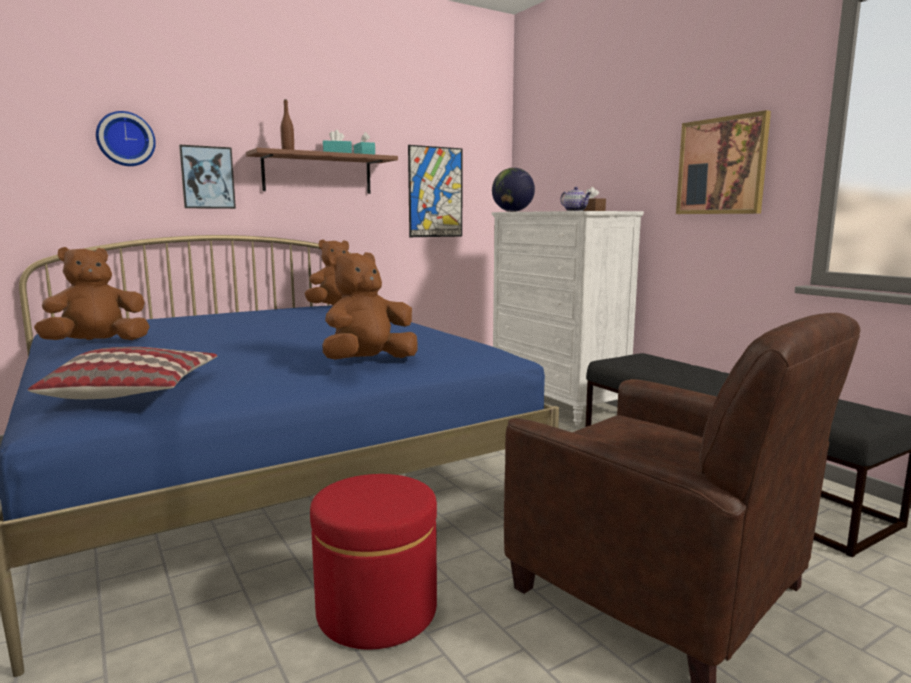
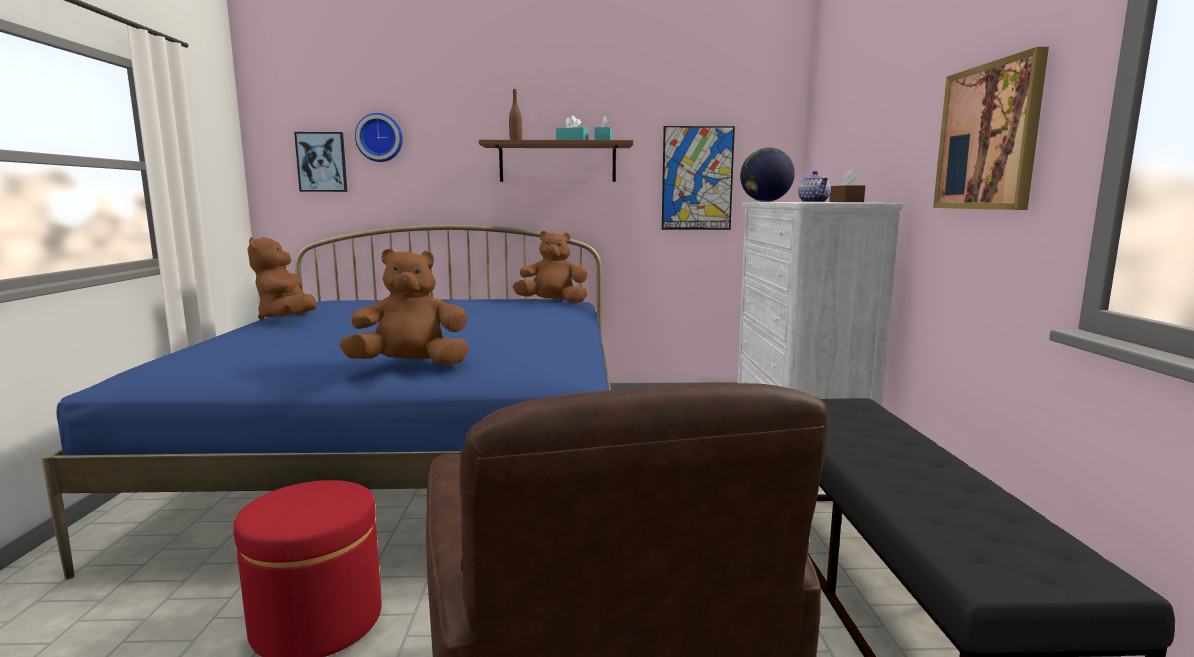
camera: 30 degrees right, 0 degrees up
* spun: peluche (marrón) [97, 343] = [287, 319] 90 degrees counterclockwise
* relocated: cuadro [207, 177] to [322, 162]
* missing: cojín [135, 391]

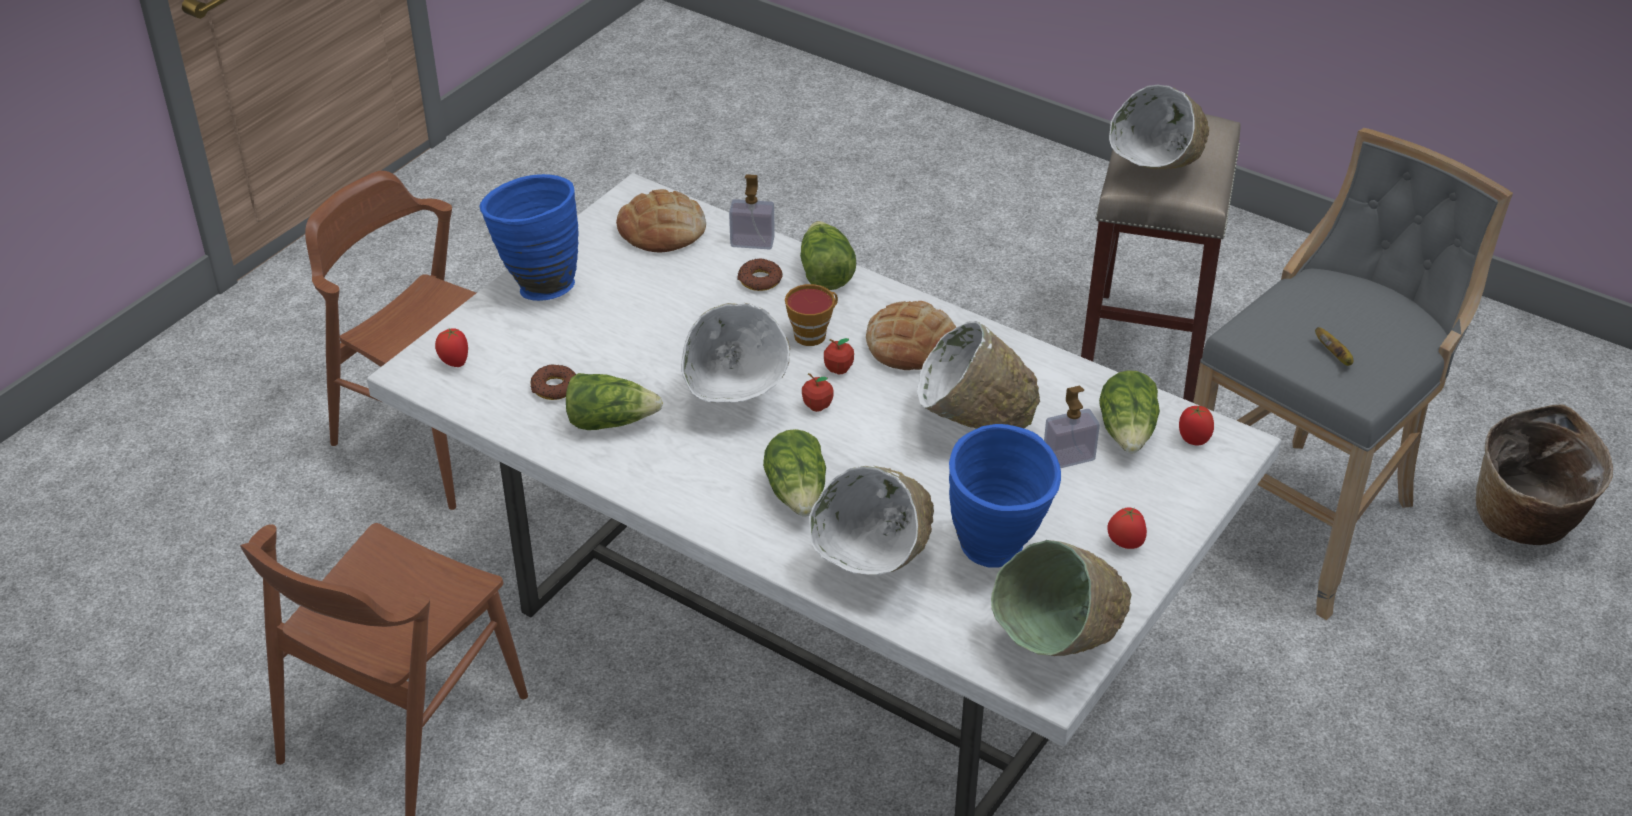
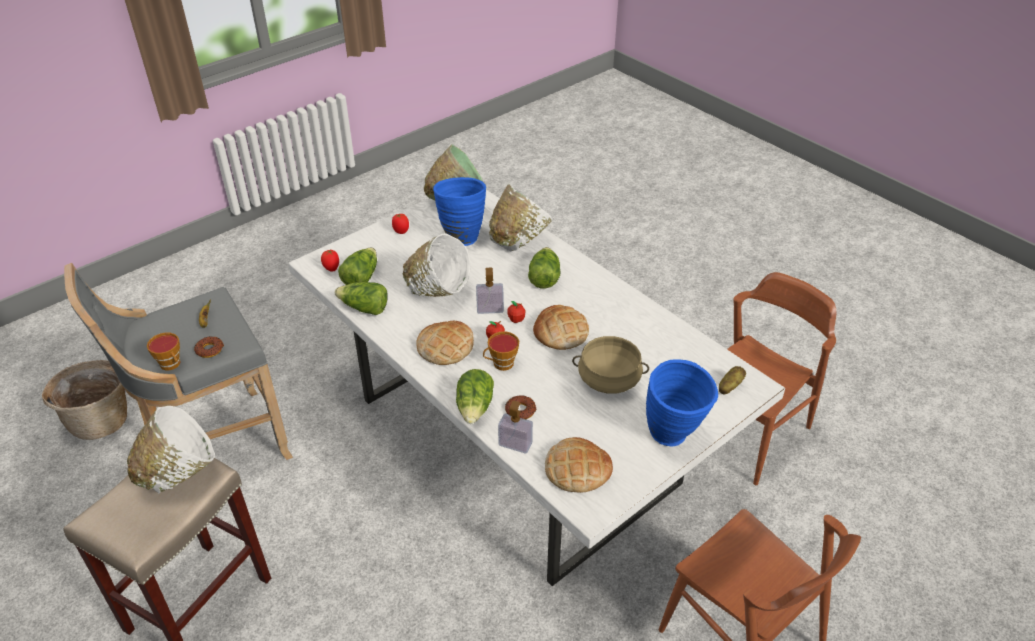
camera: 165 degrees left, 0 degrees up
* appeared: taza [172, 364]
* relocated: rosquilla [554, 387] to [209, 349]
* relocated: lechuga [610, 421] to [364, 308]
* relocated: dispensador de jabón [1068, 457] to [490, 309]
* exchanged: cuenco (blanco) [736, 398] to pan [560, 332]
* appeared: olla (beis) [608, 379]
* exchanged: tomate [454, 362] to patata [729, 386]

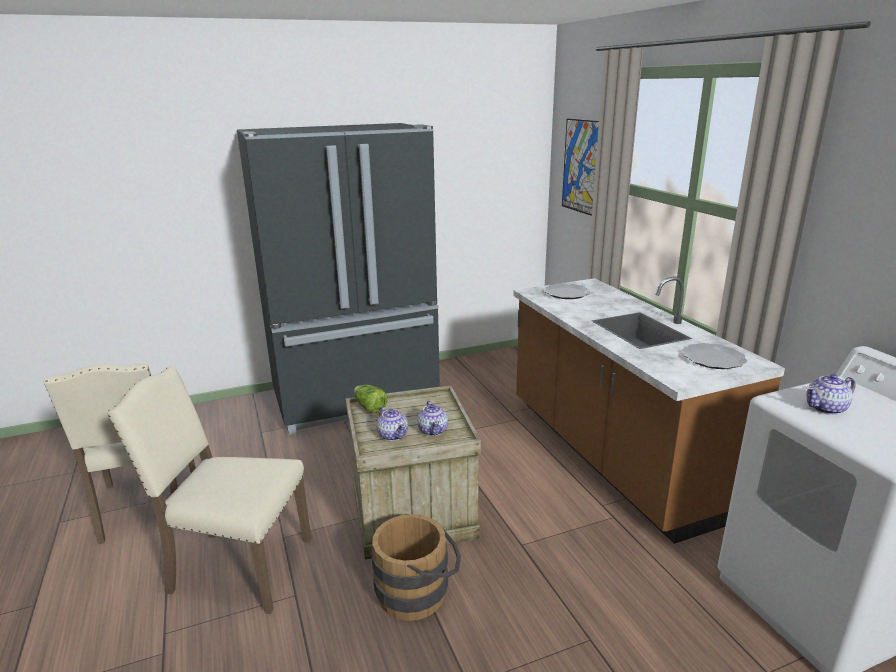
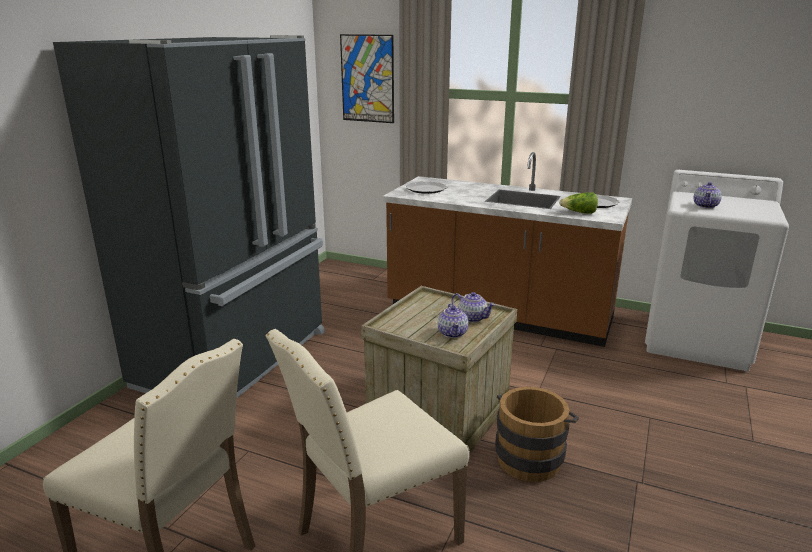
camera: 45 degrees left, 0 degrees up
* spun: tetera [393, 435] = [453, 333] 75 degrees clockwise
* relocated: lechuga [369, 407] to [579, 213]

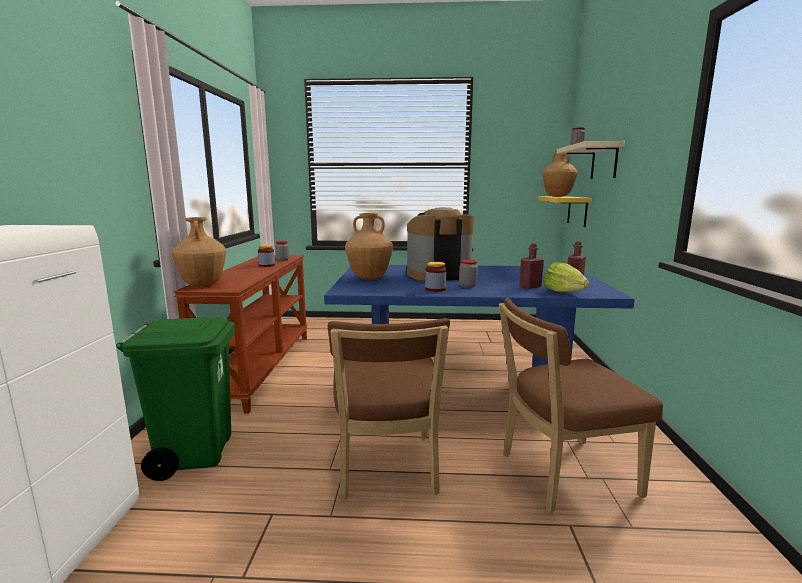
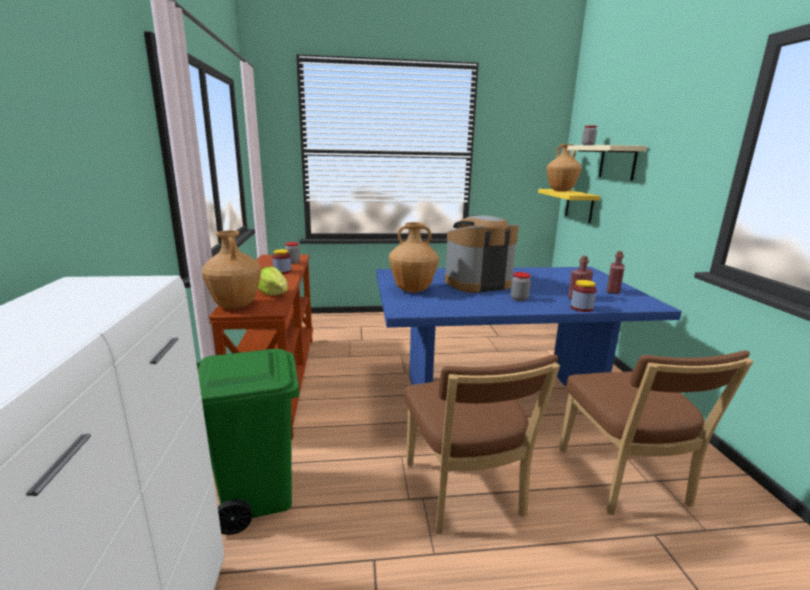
camera: 10 degrees left, 5 degrees up
* relocated: lechuga [563, 291] to [274, 294]
* spun: silla (marrón) [561, 474] = [625, 481] 75 degrees counterclockwise
* relocated: tarro [435, 289] to [581, 308]

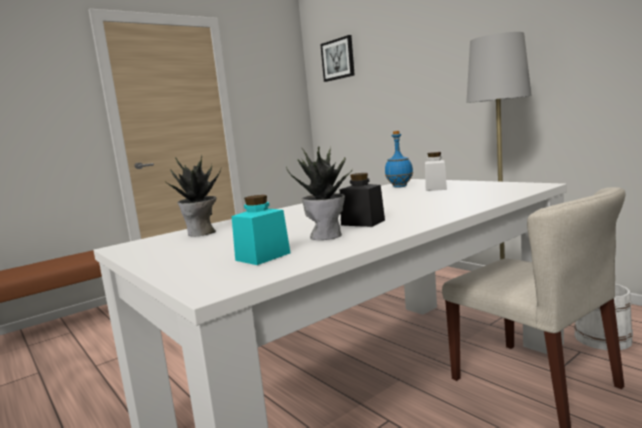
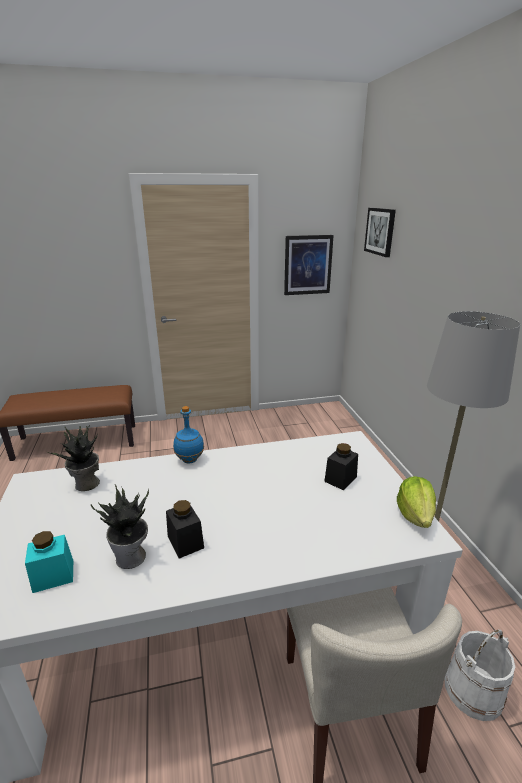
camera: 25 degrees right, 15 degrees up
* relocated: botella (azul) [400, 187] to [189, 460]
* appeared: cuadro [308, 265]
* colour: tarro (blanco) [436, 188] to tarro (negro) [340, 479]
* appeared: lechuga [415, 515]

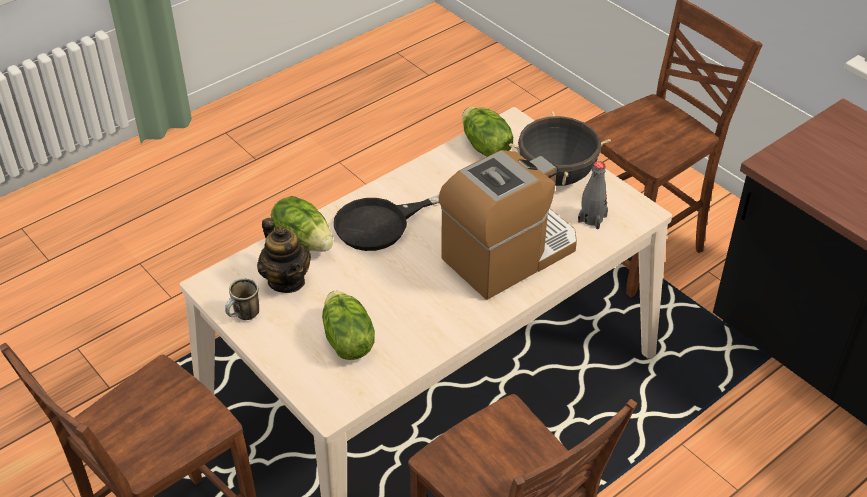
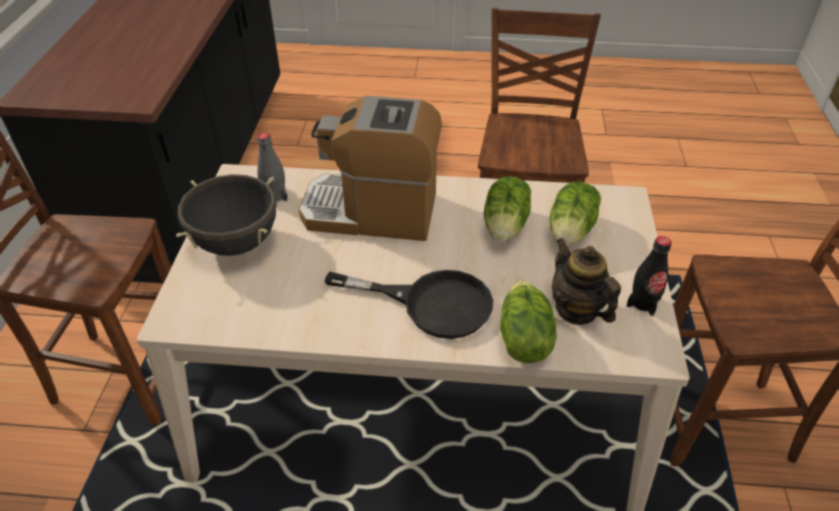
camera: 135 degrees left, 0 degrees up
* relocated: lechuga [485, 147] to [506, 226]
* spun: tetera [286, 280] = [576, 309] 45 degrees counterclockwise
* exchanged: taza grande [244, 316] to botella (negro) [643, 302]

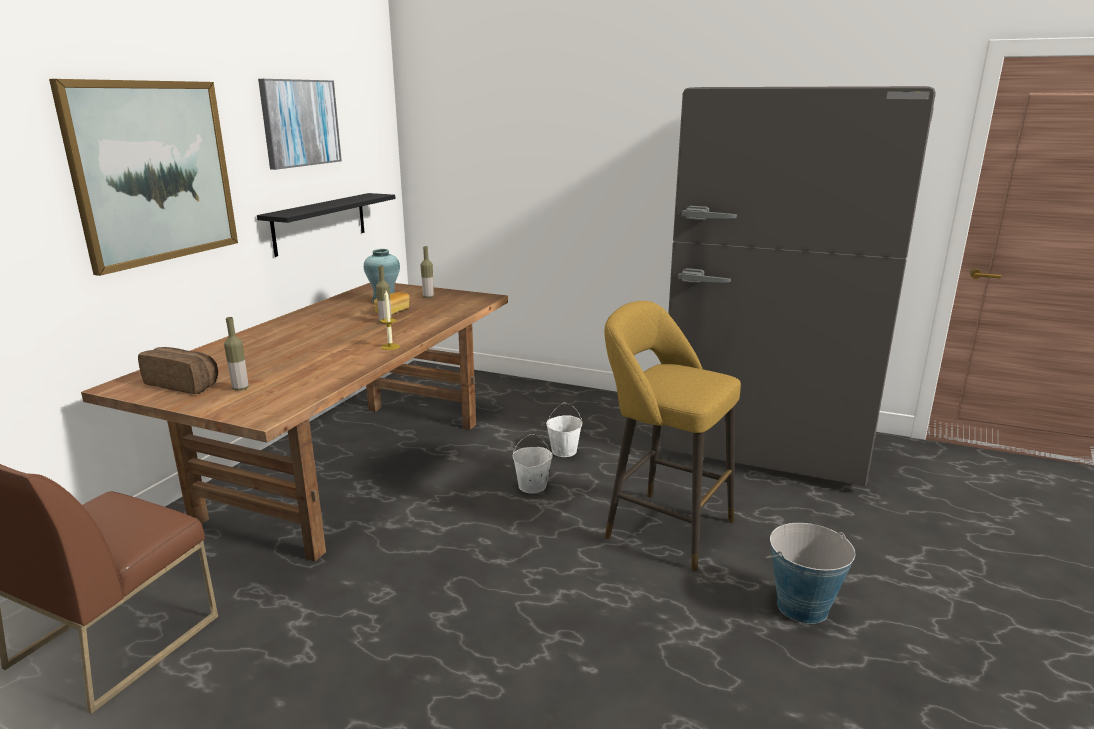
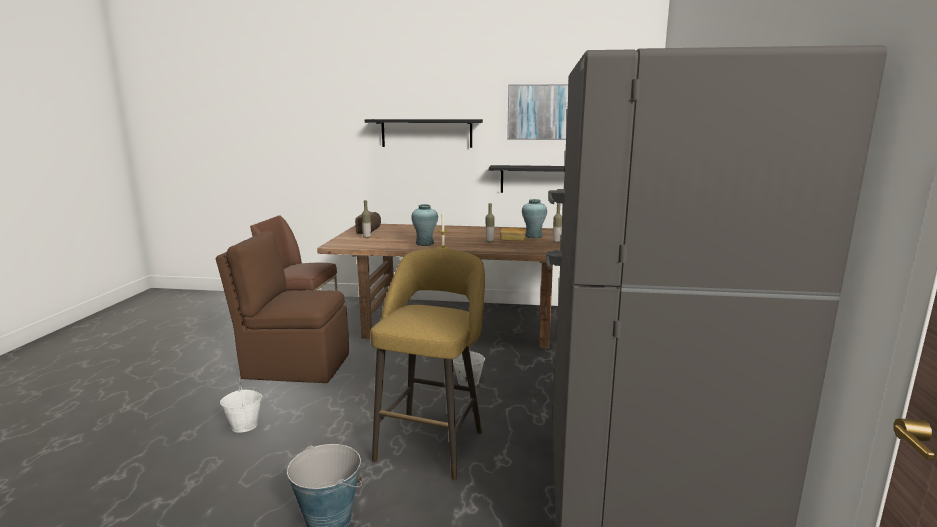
camera: 75 degrees right, 5 degrees down
* appeared: silla (marrón) [294, 366]
* relocated: cubo (blanco) [564, 451] to [244, 425]
* exchanged: cuadro [153, 172] to estante (negro) [426, 133]
* appeared: florero (turquesa) [425, 243]

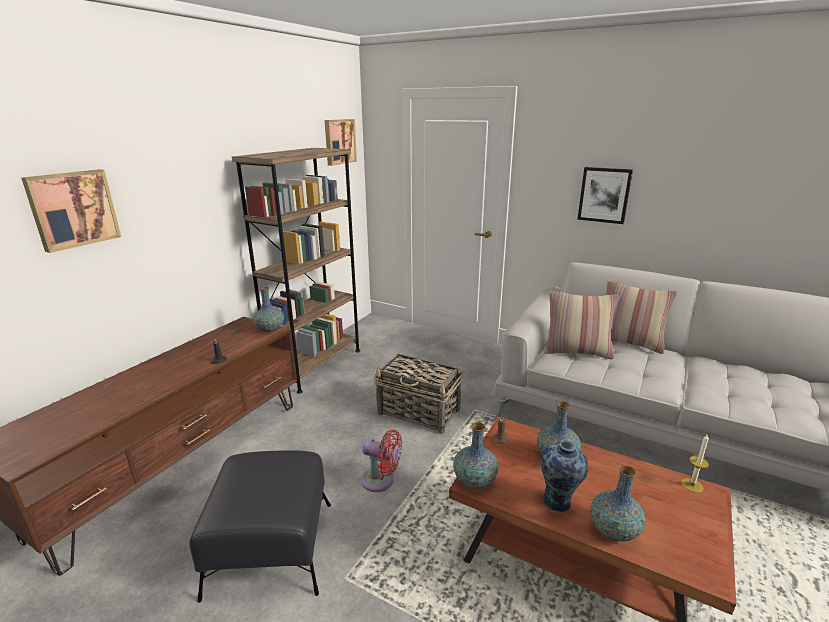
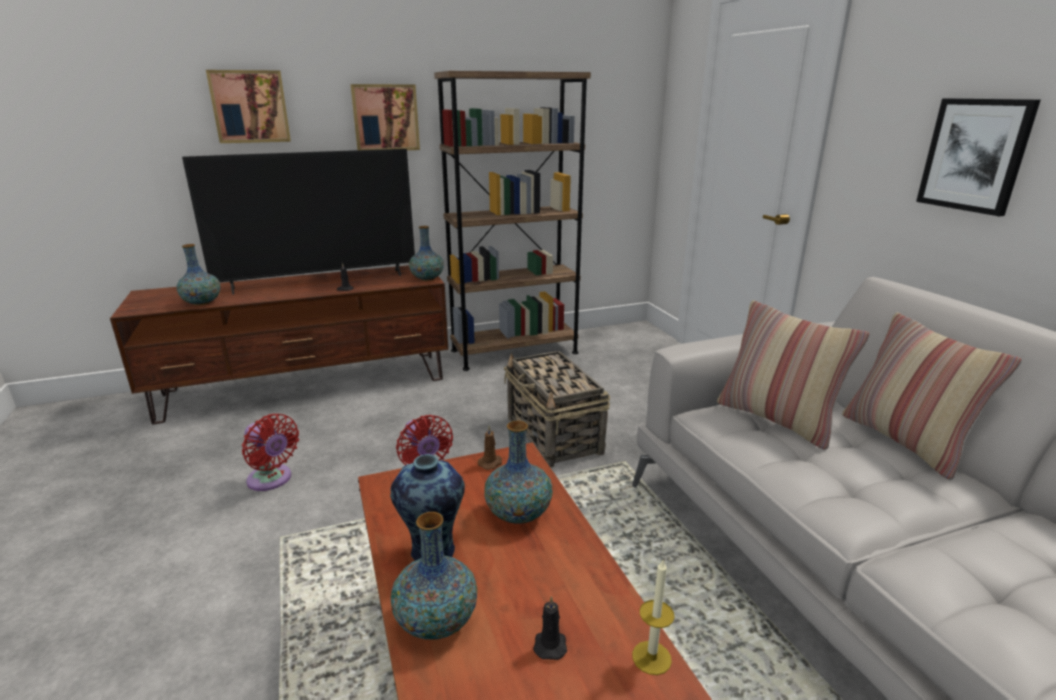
camera: 40 degrees right, 0 degrees up
* relocated: florero [474, 480] to [202, 303]
* appeared: televisor [319, 281]
* exchanged: puf (negro) [272, 547] to ventilador (rojo) [272, 480]
* relocated: cuadro [339, 141] to [385, 118]
* appeared: vela (negro) [550, 644]

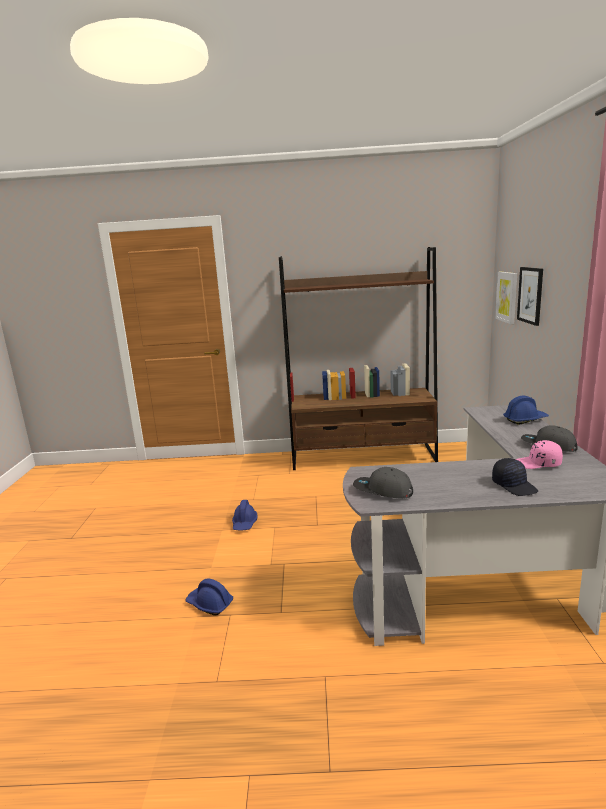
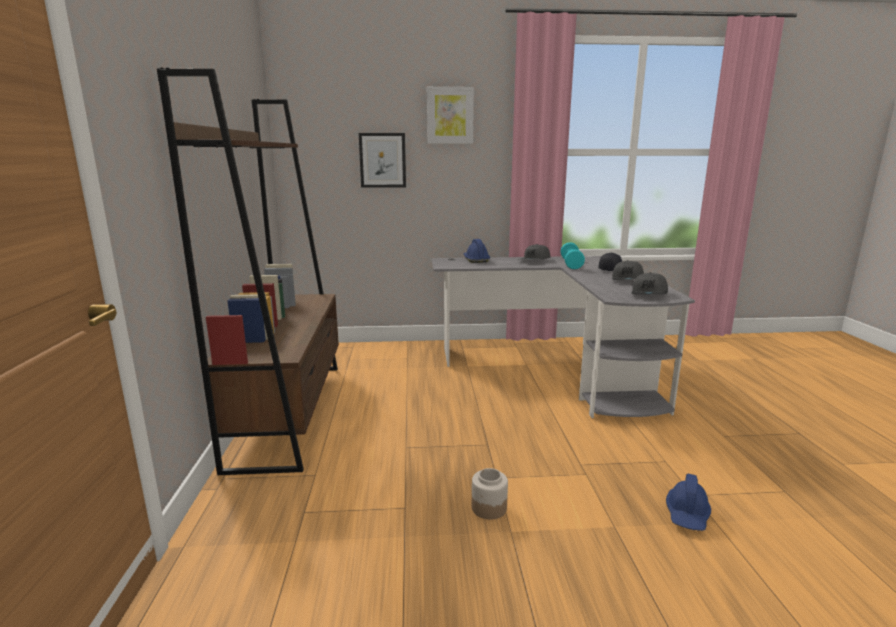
camera: 95 degrees left, 0 degrees up
* relocated: cuadro [507, 297] to [450, 115]
* exchanged: casco (azul) [245, 523] to tarro [488, 507]
* exchanged: gorra (rosa) [538, 464] to mancuerna (turquesa) [571, 264]
* appeared: gorra (gris) [628, 279]

